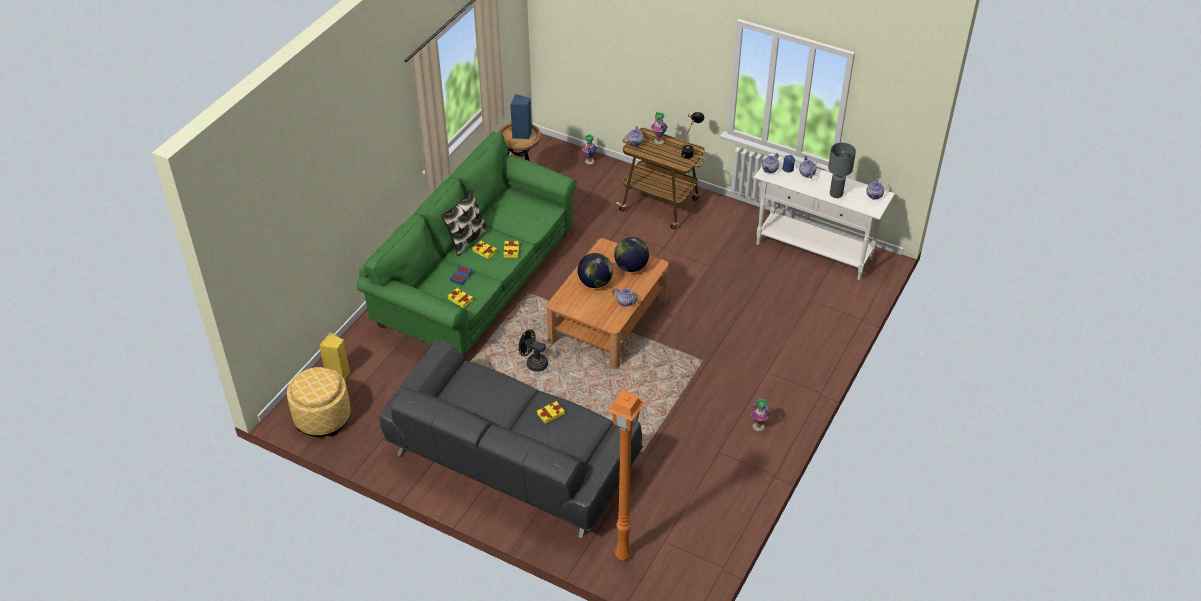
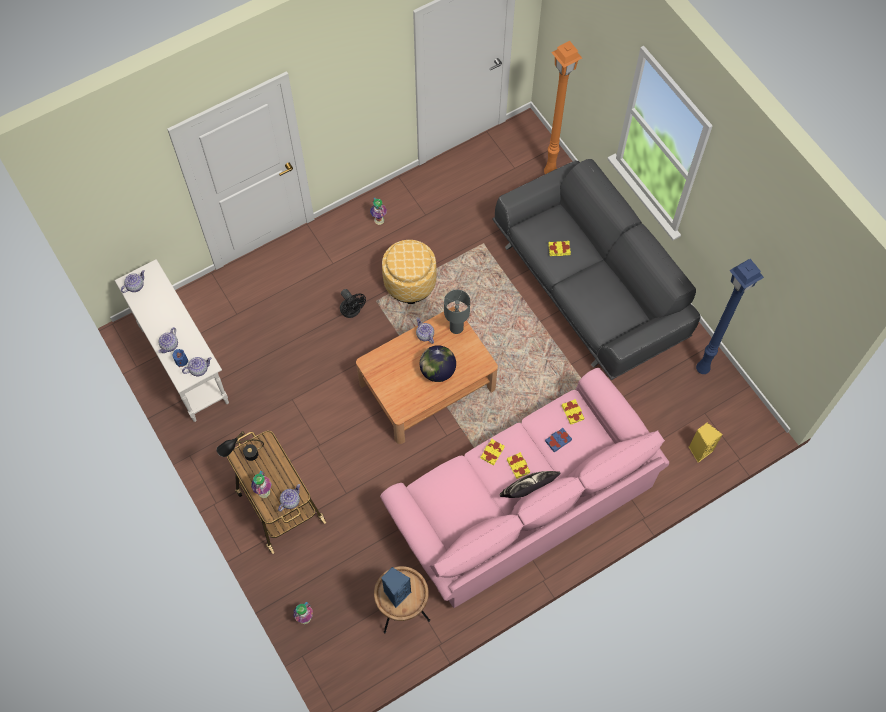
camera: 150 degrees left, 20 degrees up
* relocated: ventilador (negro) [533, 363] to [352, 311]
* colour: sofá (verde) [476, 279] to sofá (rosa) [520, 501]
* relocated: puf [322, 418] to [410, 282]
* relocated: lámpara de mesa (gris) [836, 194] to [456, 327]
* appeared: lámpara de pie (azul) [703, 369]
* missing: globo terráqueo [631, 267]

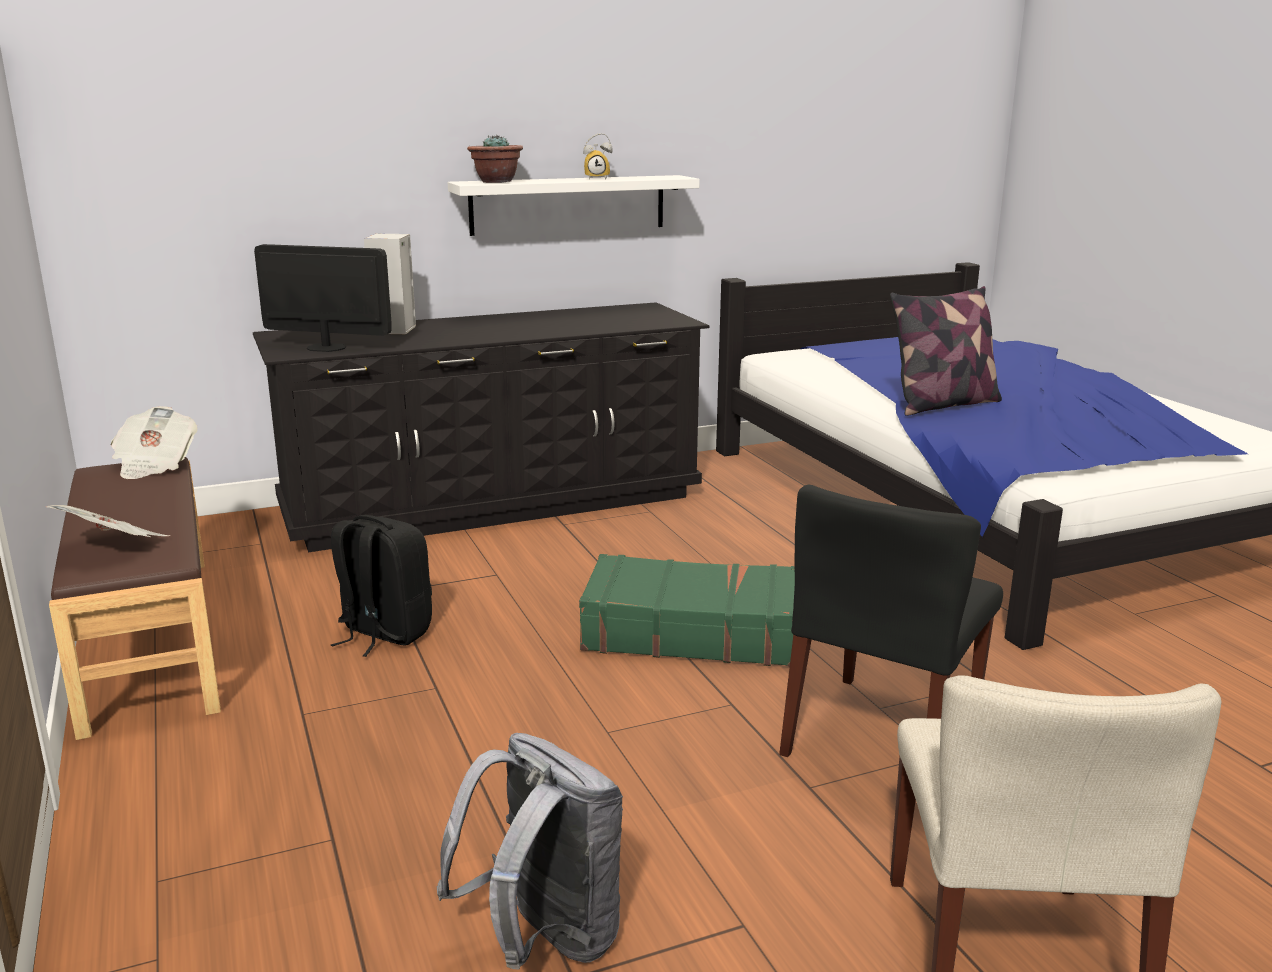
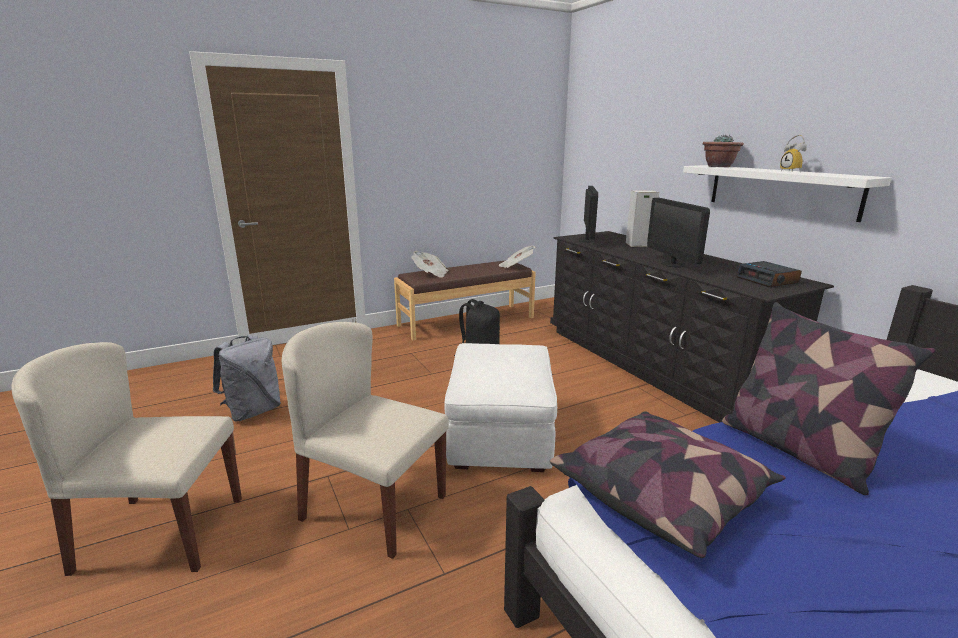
camera: 85 degrees right, 0 degrees up
* colour: silla (negro) [882, 736] to silla (beis) [373, 507]
* exchanged: maleta (verde) [691, 632] to puf (blanco) [500, 436]
* appeared: cojín [661, 495]
* appeared: monitor [673, 264]
* appeared: despertador [767, 280]

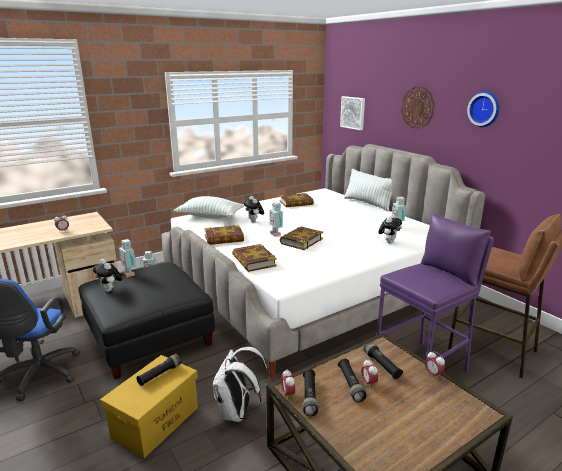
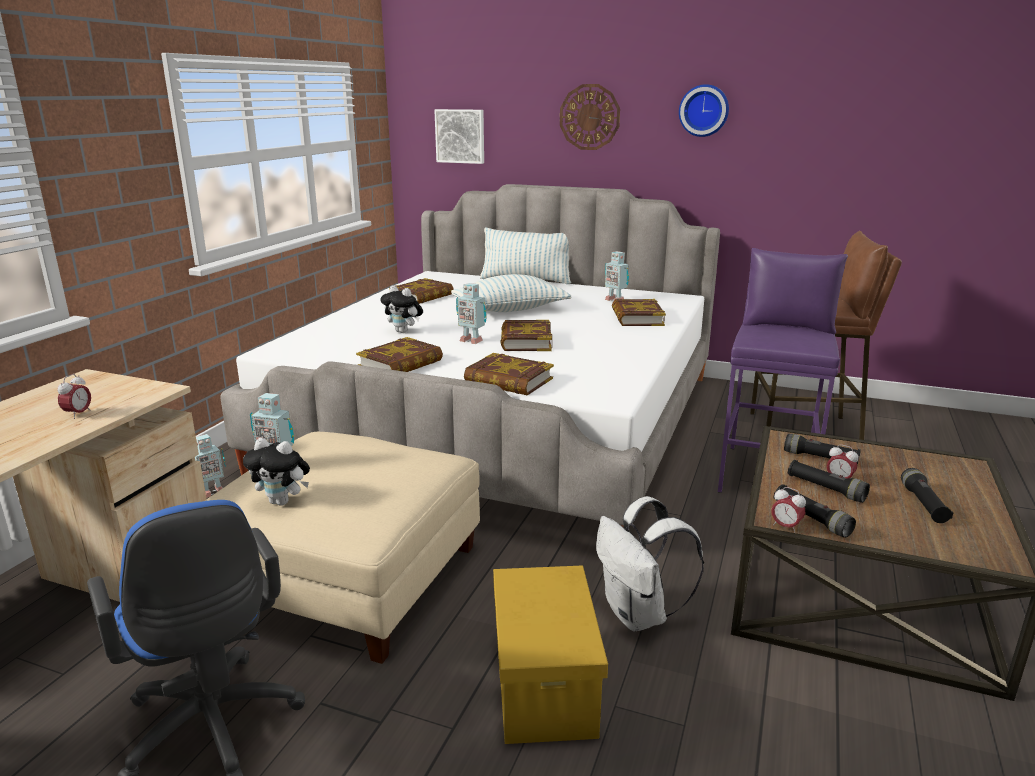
camera: 35 degrees left, 0 degrees up
* colour: puf (negro) [149, 336] to puf (beis) [349, 578]
* relocated: cojín [210, 216] to [510, 310]
* exchanged: peluche [388, 242] to libro [637, 318]
* relocated: linterna (negro) [160, 374] to [923, 504]
* missing: despertador [433, 374]

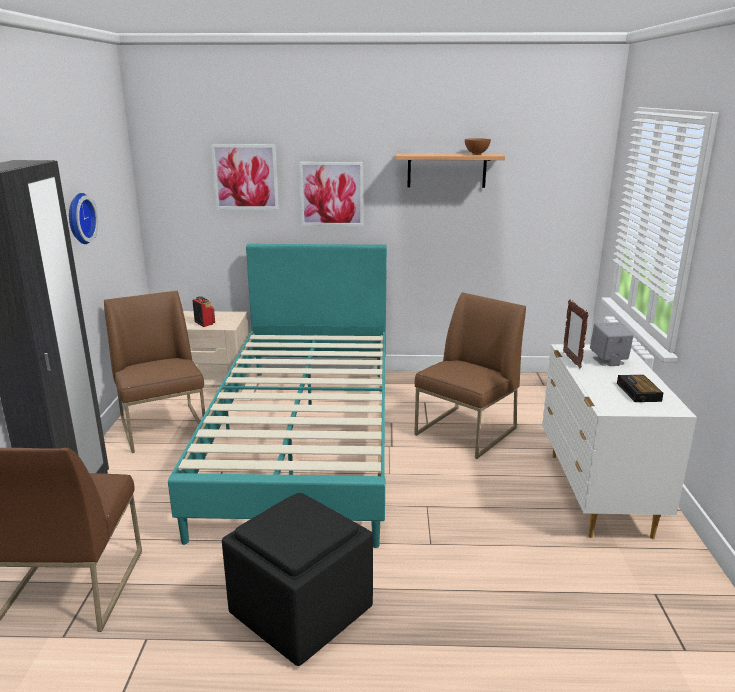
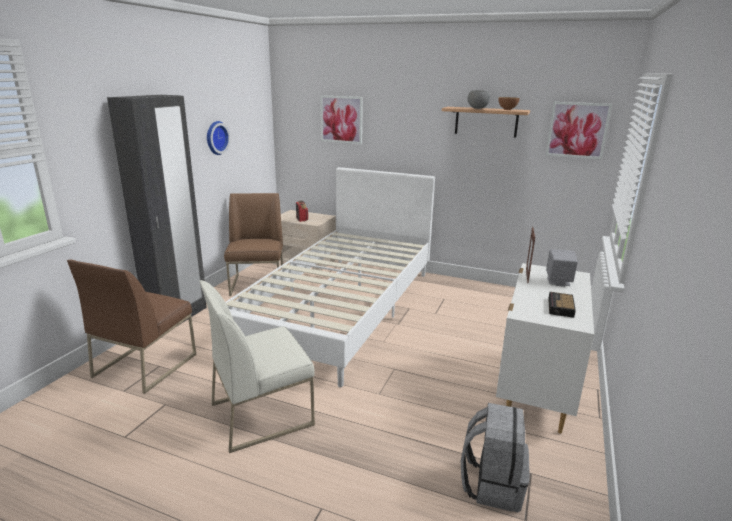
camera: 20 degrees right, 0 degrees up
* exchanged: puf (negro) [299, 612] to silla (blanco) [262, 413]
* colour: cama (turquesa) [305, 439] to cama (blanco) [341, 308]
* appeared: mochila (gris) [492, 484]
* appeared: cuenco (gris) [477, 108]
* relocated: cuadro [332, 194] to [577, 130]
* missing: silla (marrón) [466, 432]

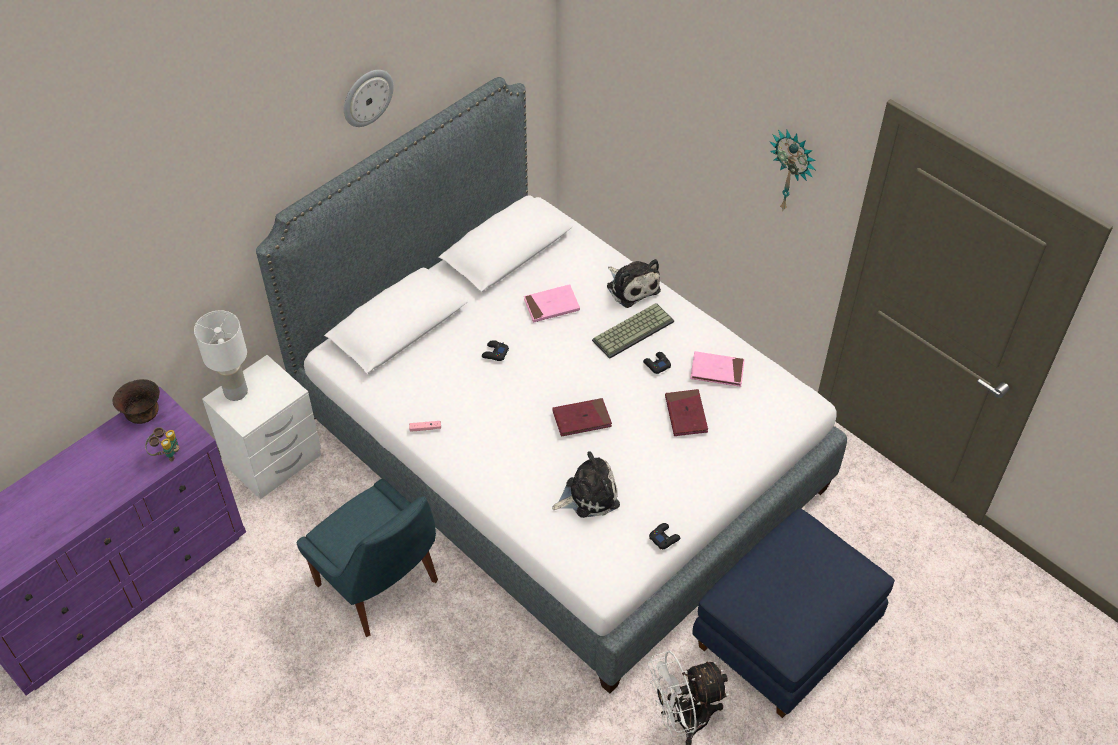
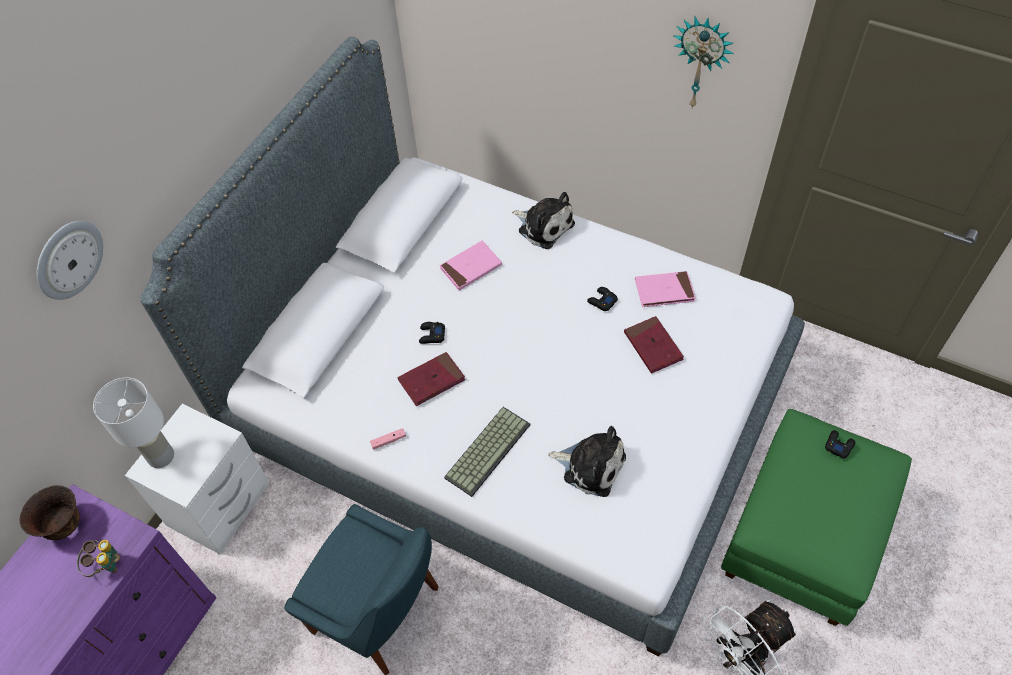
camera: 15 degrees left, 5 degrees up
* relocated: reloj de pared [367, 97] to [68, 259]
* relocated: libro (rojo) [582, 419] to [431, 380]
* relocated: teclado [633, 330] to [487, 449]
* spun: peluche [588, 495] = [590, 465] 60 degrees clockwise
* colour: puf (azul) [784, 635] to puf (verde) [801, 536]
* relocated: mando de consola (negro) [664, 538] to [838, 445]

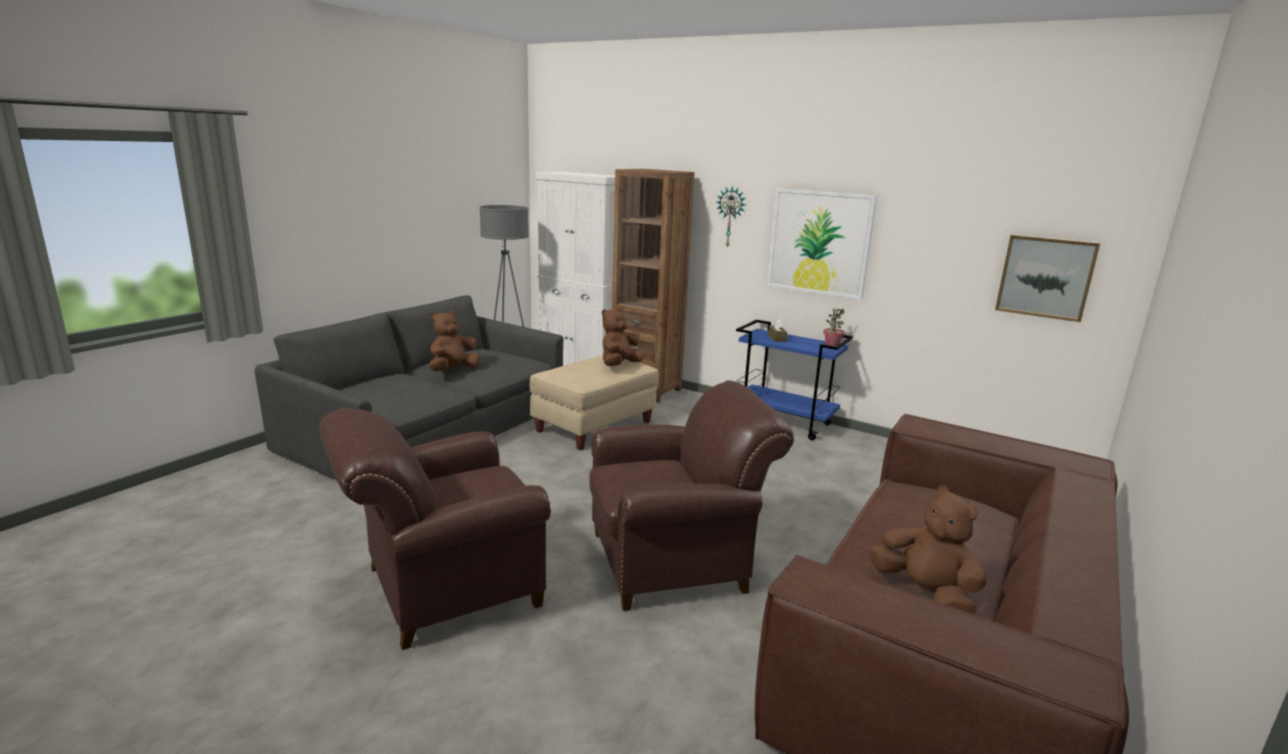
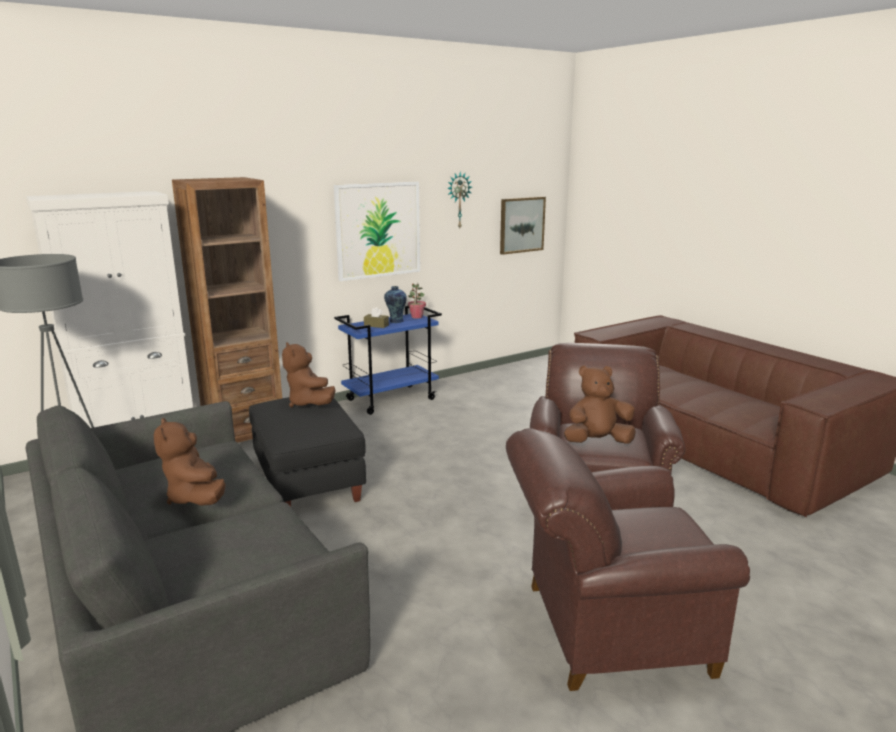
camera: 65 degrees left, 0 degrees up
* colour: puf (beis) [593, 426] to puf (negro) [307, 482]
* appeared: florero [395, 321]
* relocated: reloj de pared [730, 217] to [458, 200]
* spun: sillón (marrón) [443, 588] = [606, 628] 90 degrees clockwise
* relocated: peluche (marrón) [925, 594] to [597, 442]

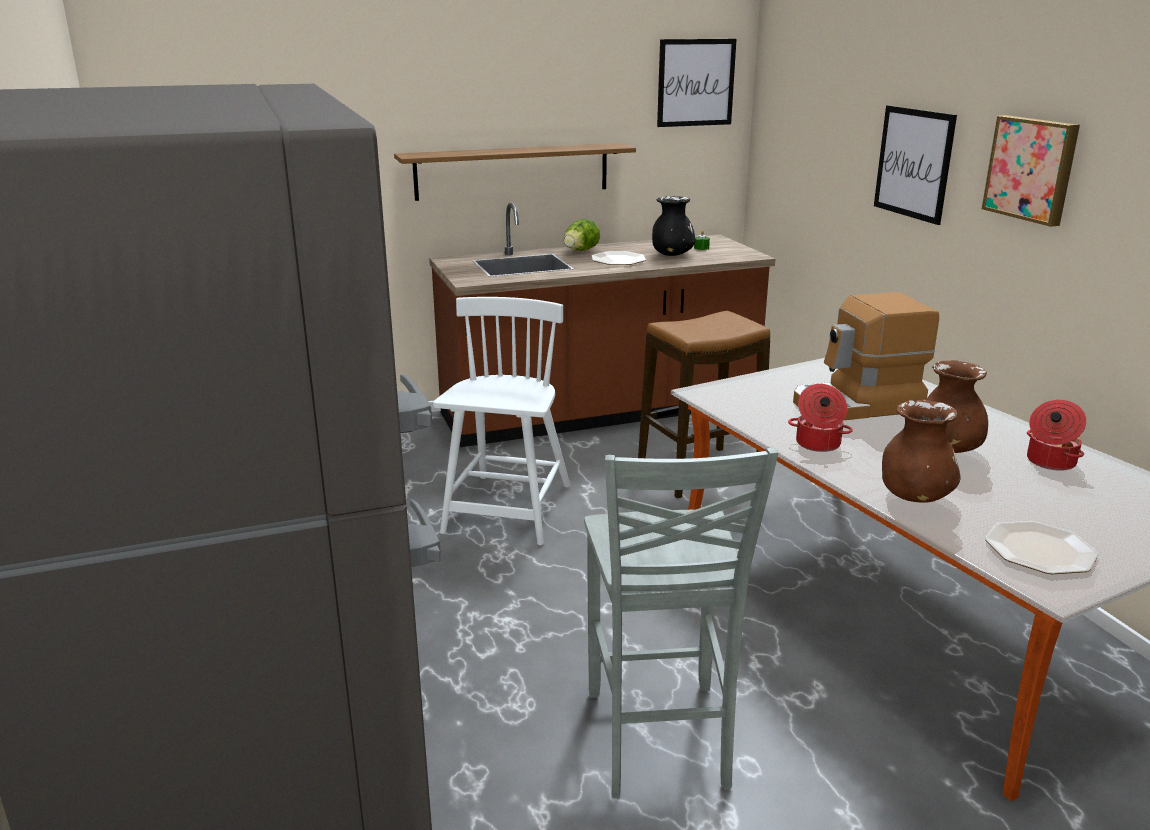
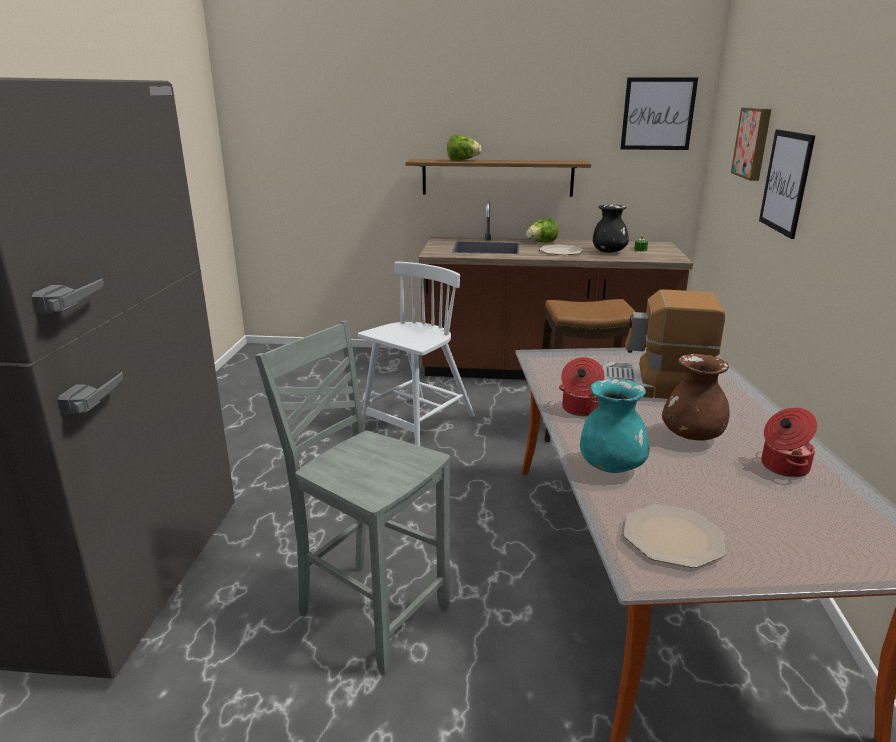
camera: 25 degrees right, 0 degrees up
* spun: silla (gris) [658, 741] = [370, 611] 105 degrees clockwise
* appeared: lechuga [462, 160]
* colour: florero (marrón) [914, 496] to florero (turquesa) [611, 466]
* relocated: cuadro [1032, 169] to [754, 143]

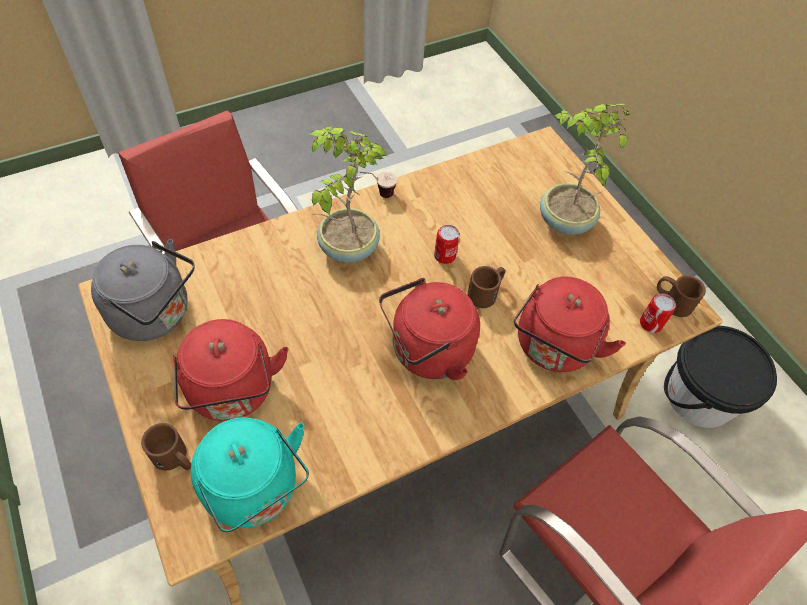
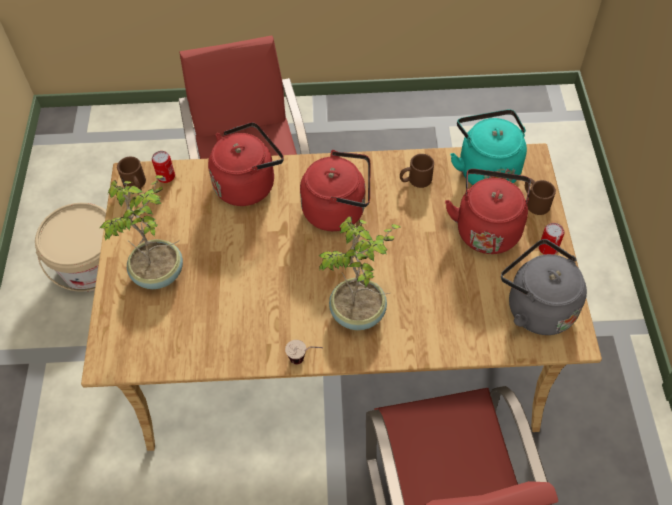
camera: 150 degrees left, 0 degrees up
* colour: cubo (negro) [699, 397] to cubo (beis) [91, 267]
* relocated: taza grande (marrón) [486, 292] to [415, 180]
* relocated: lata [445, 256] to [548, 248]

